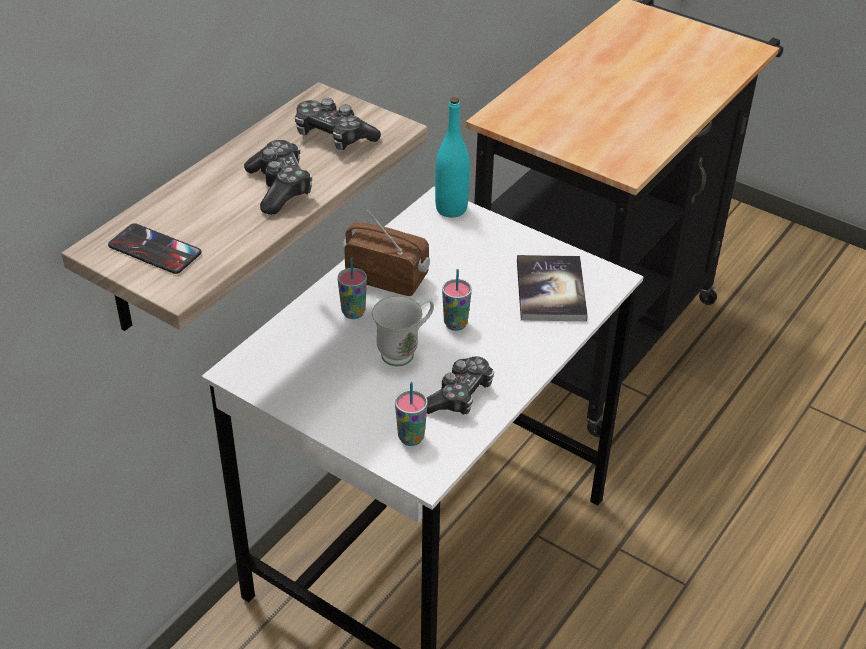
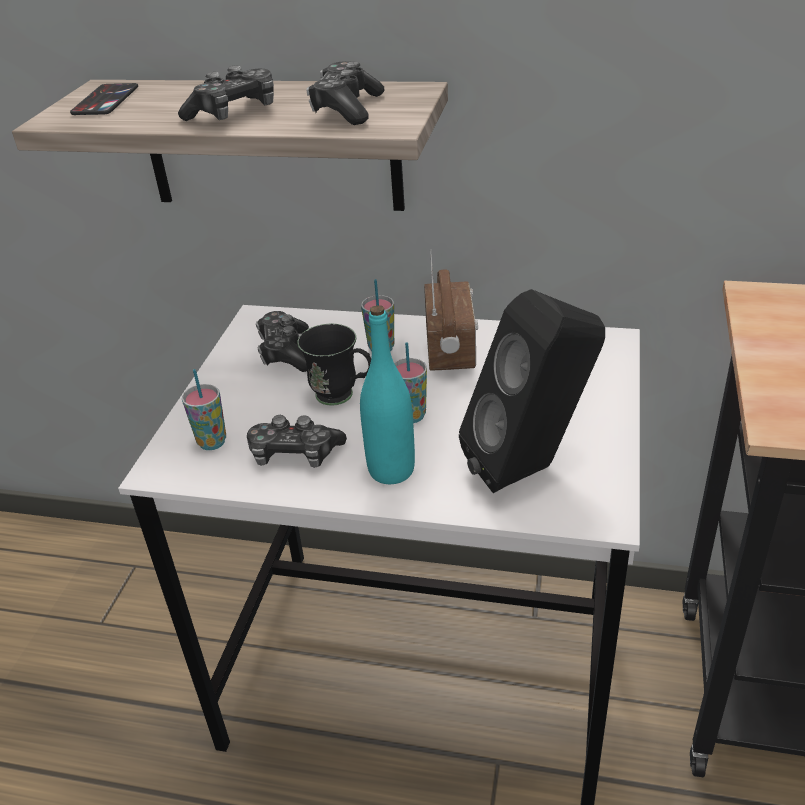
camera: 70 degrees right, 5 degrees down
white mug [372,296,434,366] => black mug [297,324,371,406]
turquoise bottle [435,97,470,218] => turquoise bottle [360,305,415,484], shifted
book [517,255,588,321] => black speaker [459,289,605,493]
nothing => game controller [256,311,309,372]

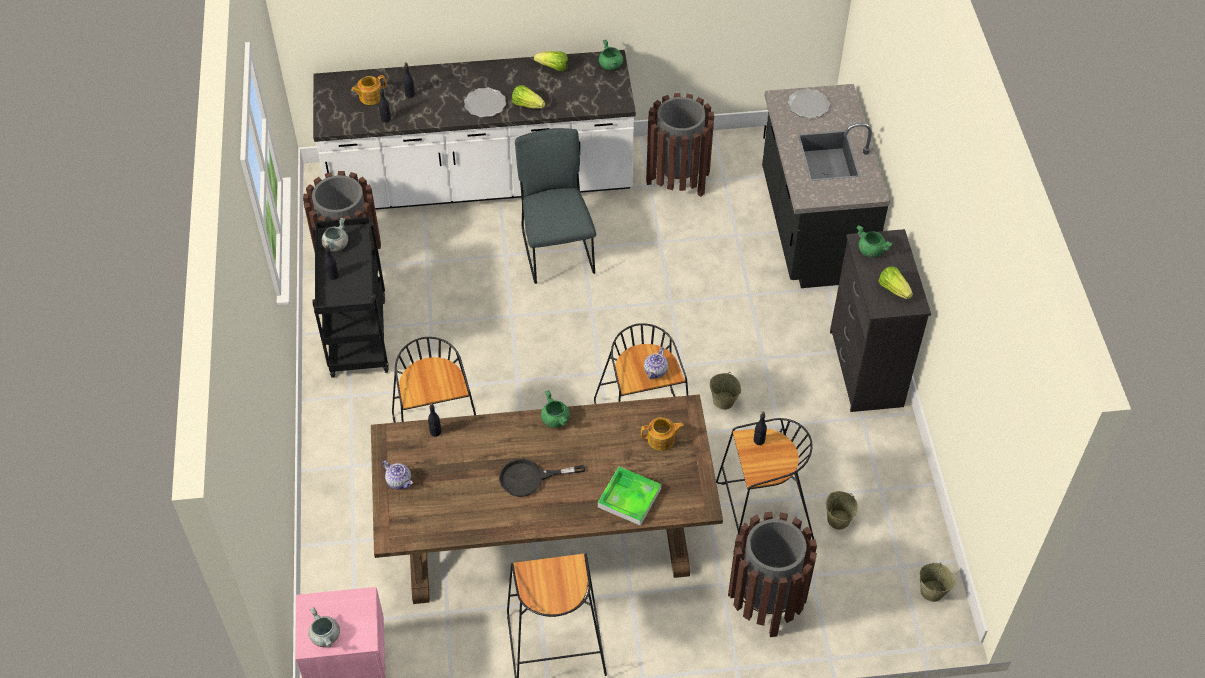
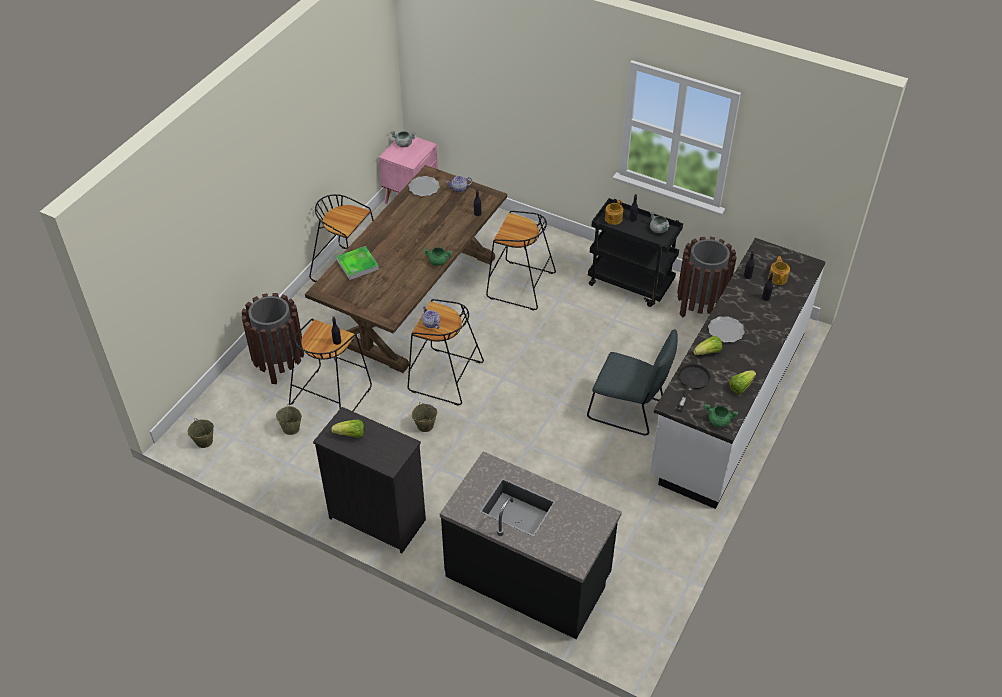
camera: 125 degrees right, 5 degrees down
black frying pan [499,459,585,497] => black frying pan [676,364,711,412], shifted
teapot [641,417,684,451] => teapot [605,200,623,225], shifted
brown trash can [646,93,714,197] => nothing
plate [787,88,830,118] => plate [408,176,440,196], shifted
green cooking pot [856,225,892,257] => nothing

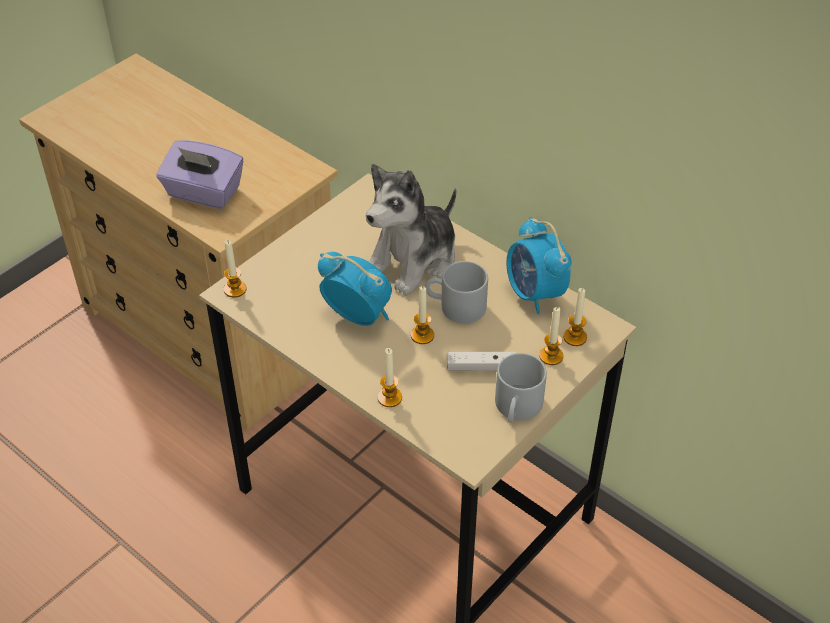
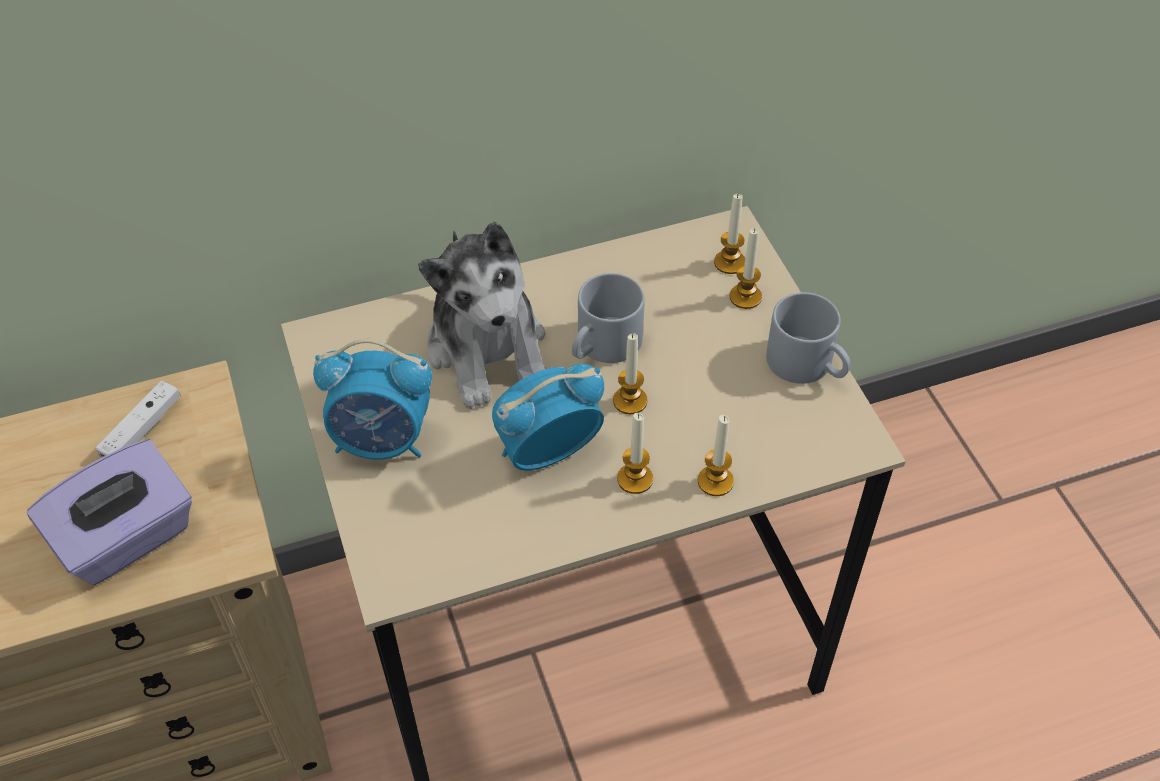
camera: 60 degrees left, 5 degrees up
candle [224,240,247,298] => candle [617,413,653,494], shifted
white game controller [447,352,516,371] => white game controller [95,381,181,458], shifted
alarm clock [506,216,572,314] => alarm clock [313,339,432,460], shifted

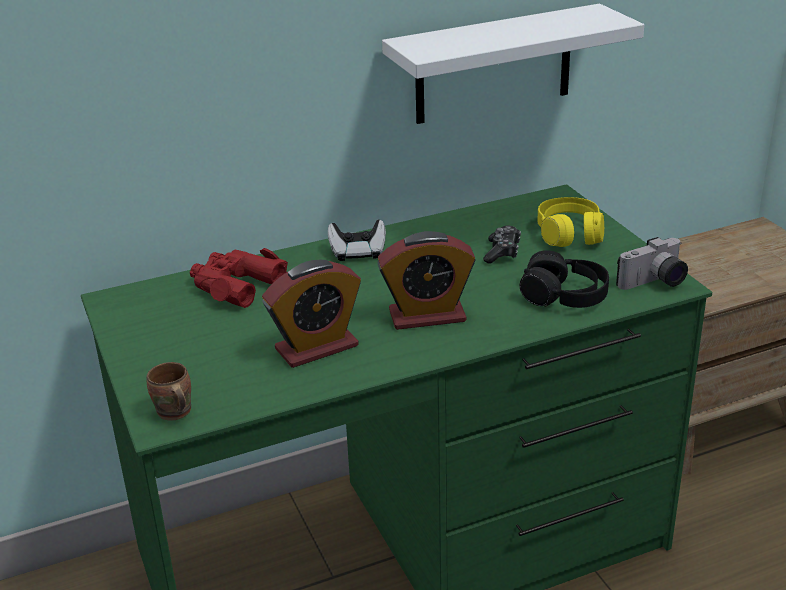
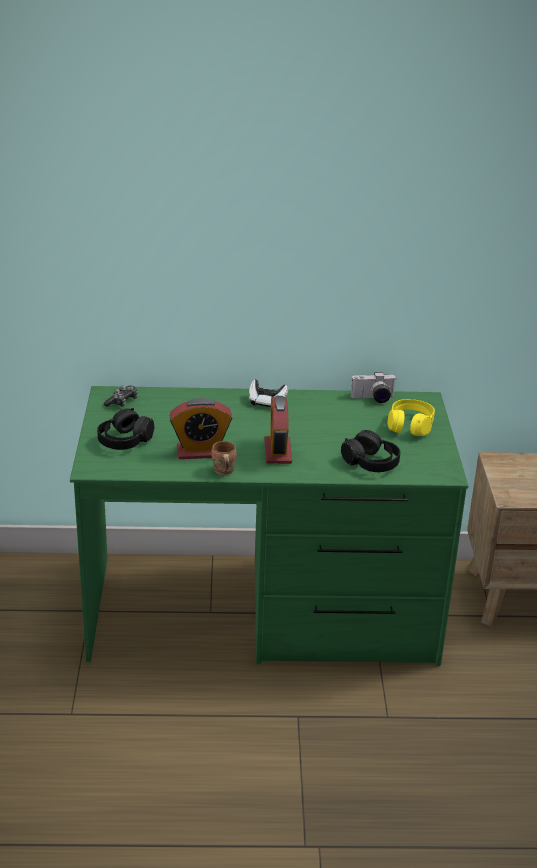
camera: 20 degrees right, 0 degrees up
brown mug [146,362,191,421] => brown mug [211,441,237,475], shifted
red binoculars [190,248,288,308] => nothing
alarm clock [377,231,475,330] => alarm clock [265,396,292,464], 75 degrees clockwise
white shelf [382,4,644,124] => nothing
game controller [483,226,521,264] => game controller [104,386,138,407], shifted
photo camera [616,237,688,290] => photo camera [350,372,397,403], shifted
nothing => black headphones [97,408,154,450]

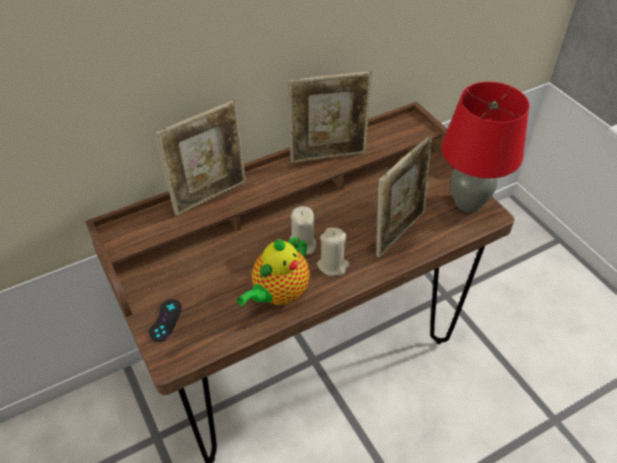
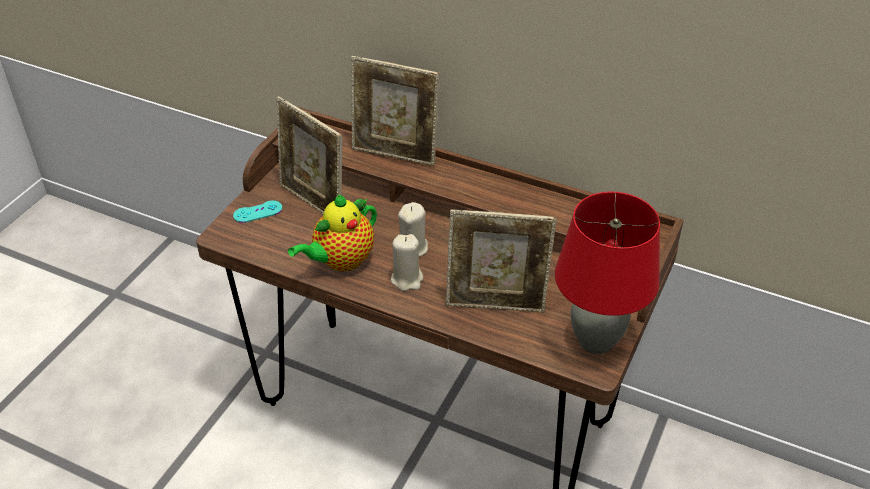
camera: 55 degrees right, 5 degrees down
black game controller [149,299,182,342] => turquoise game controller [233,201,282,223]
teapot [237,235,310,306] => teapot [288,194,377,272], 45 degrees counterclockwise
picture frame [289,71,372,163] => picture frame [277,96,343,214], shifted

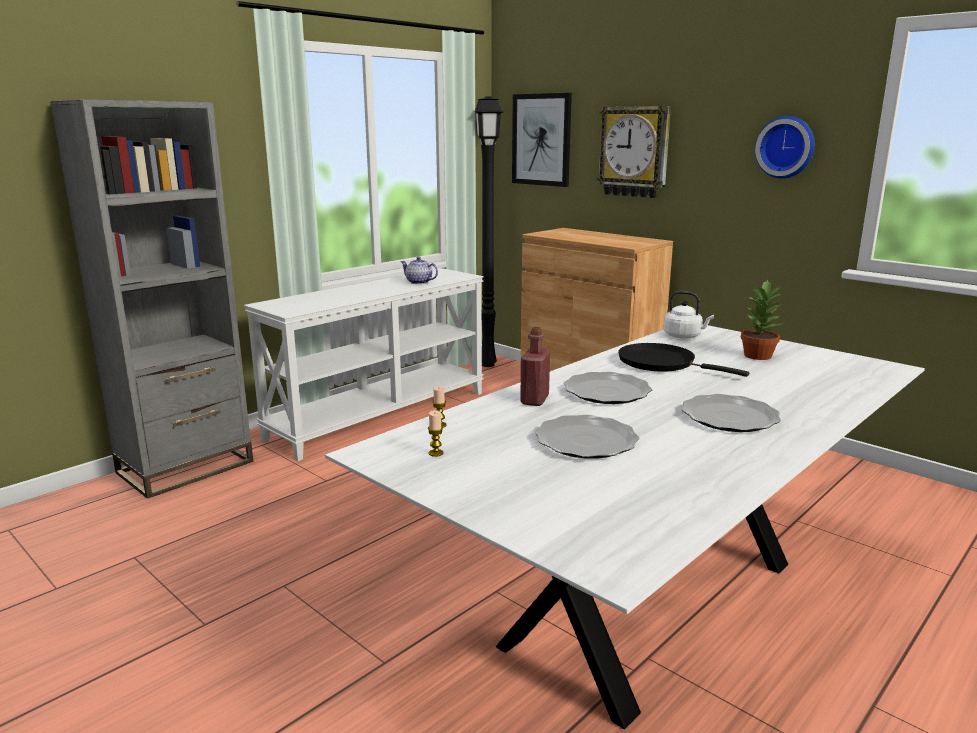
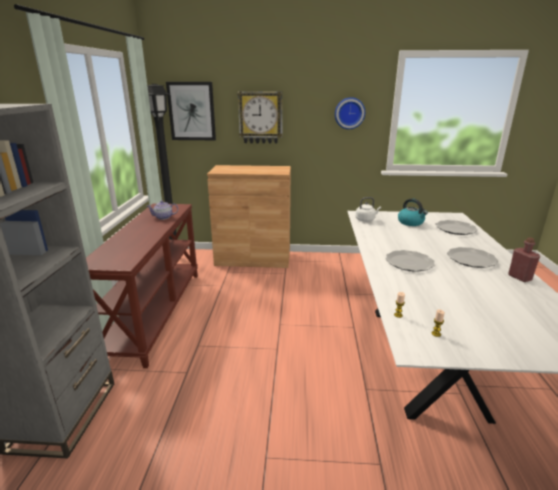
camera: 40 degrees left, 5 degrees up
white console table [244,268,484,461] => brown console table [86,204,198,368]
red bottle [520,327,550,406] => red bottle [508,237,540,282], shifted
plate [535,415,639,459] => plate [436,220,478,235], shifted
black frying pan [618,343,749,377] => nothing
potted plant [741,280,781,360] => kettle [398,198,428,226]

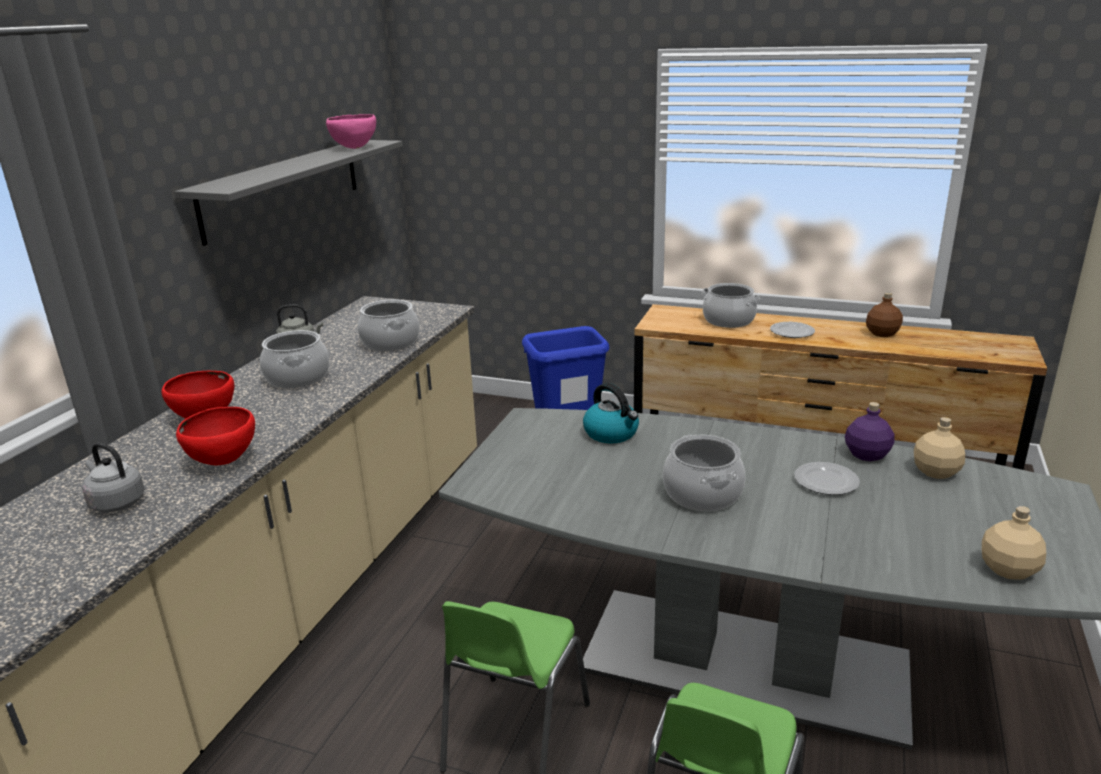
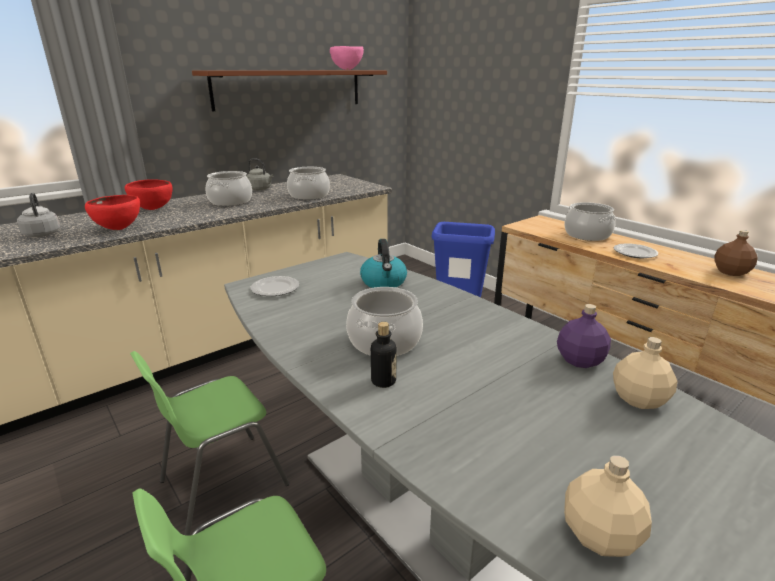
camera: 30 degrees right, 0 degrees up
grey shelf [174,140,403,246] => brown shelf [192,70,387,111]
plate [794,462,860,495] => plate [250,276,299,296], shifted
nothing => bottle [371,322,397,388]

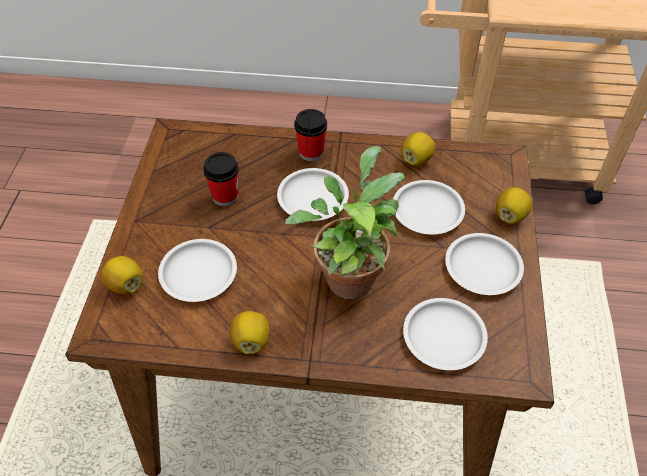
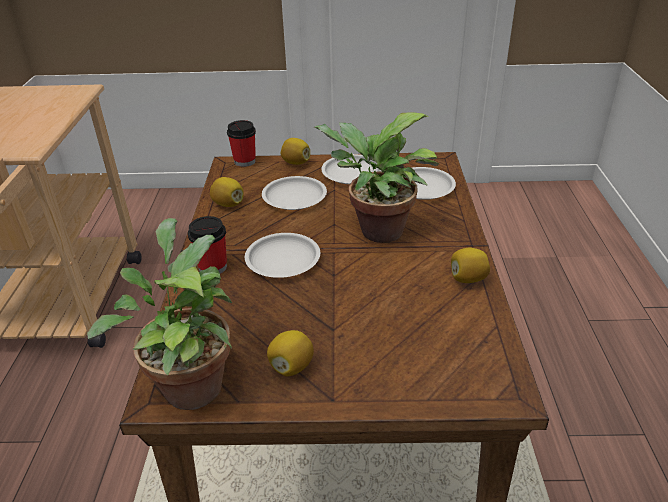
camera: 95 degrees left, 15 degrees down
lemon [101,256,142,294] => lemon [267,330,314,376], shifted
white plate [158,239,237,302] => nothing
cup [203,152,239,206] => cup [227,120,256,167], shifted
nothing => potted plant [87,218,232,410]

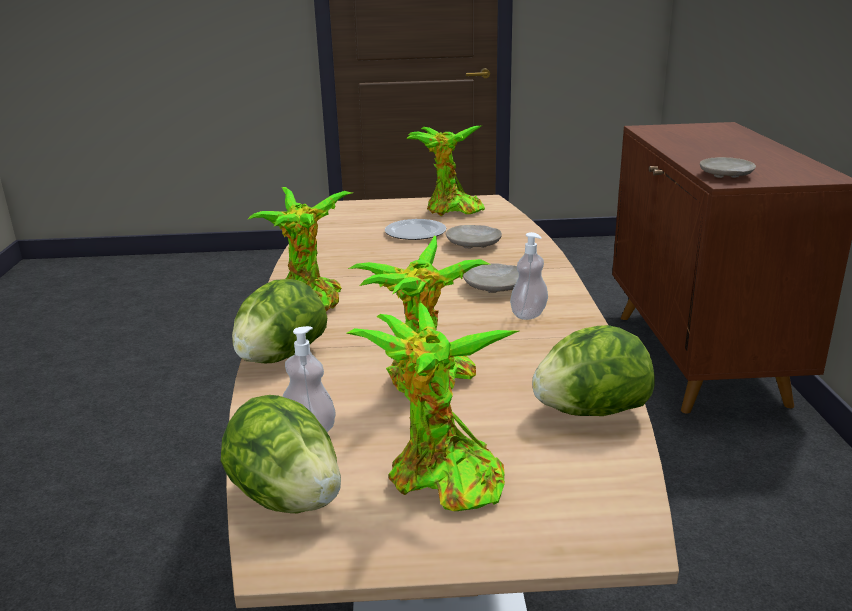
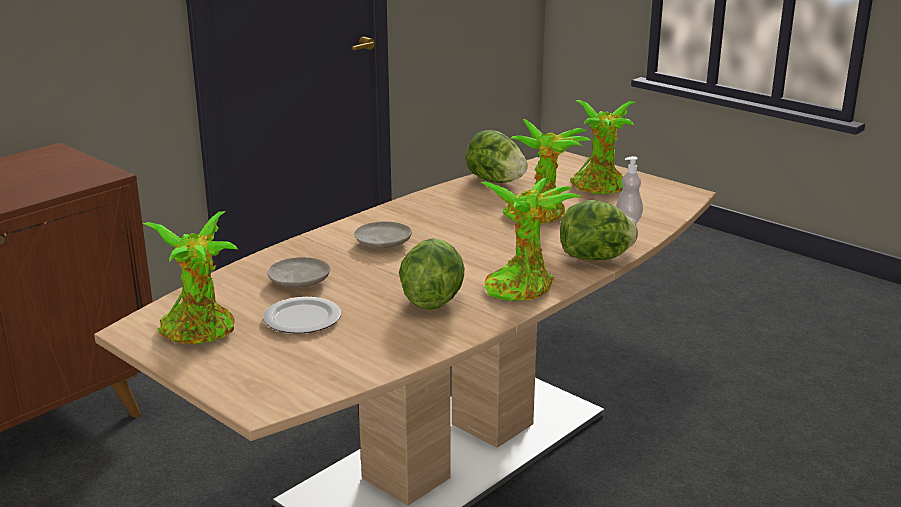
camera: 135 degrees left, 0 degrees up
lettuce [221,395,341,513] => lettuce [399,238,465,310], shifted
soap dispenser [510,232,548,320] => nothing
beige plate [700,157,756,178] => nothing

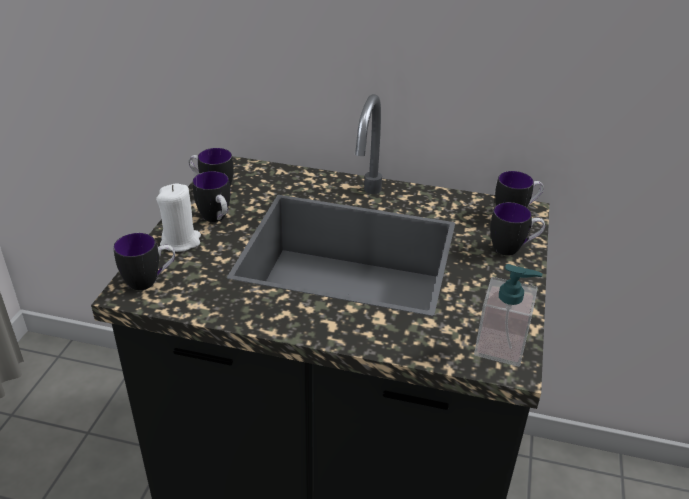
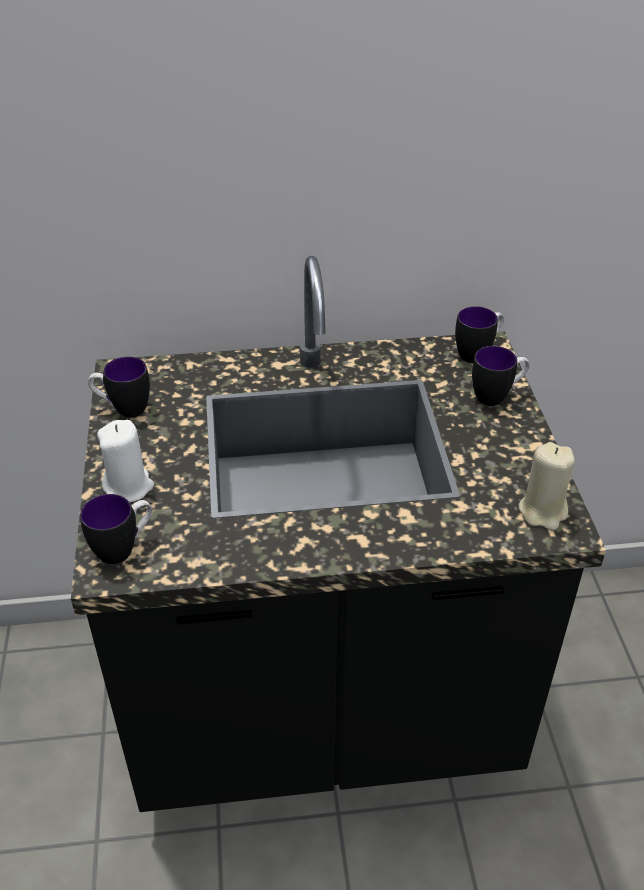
camera: 20 degrees left, 5 degrees up
mug [193,171,230,222] => nothing
soap dispenser [474,264,543,367] => beige candle [519,442,575,530]

